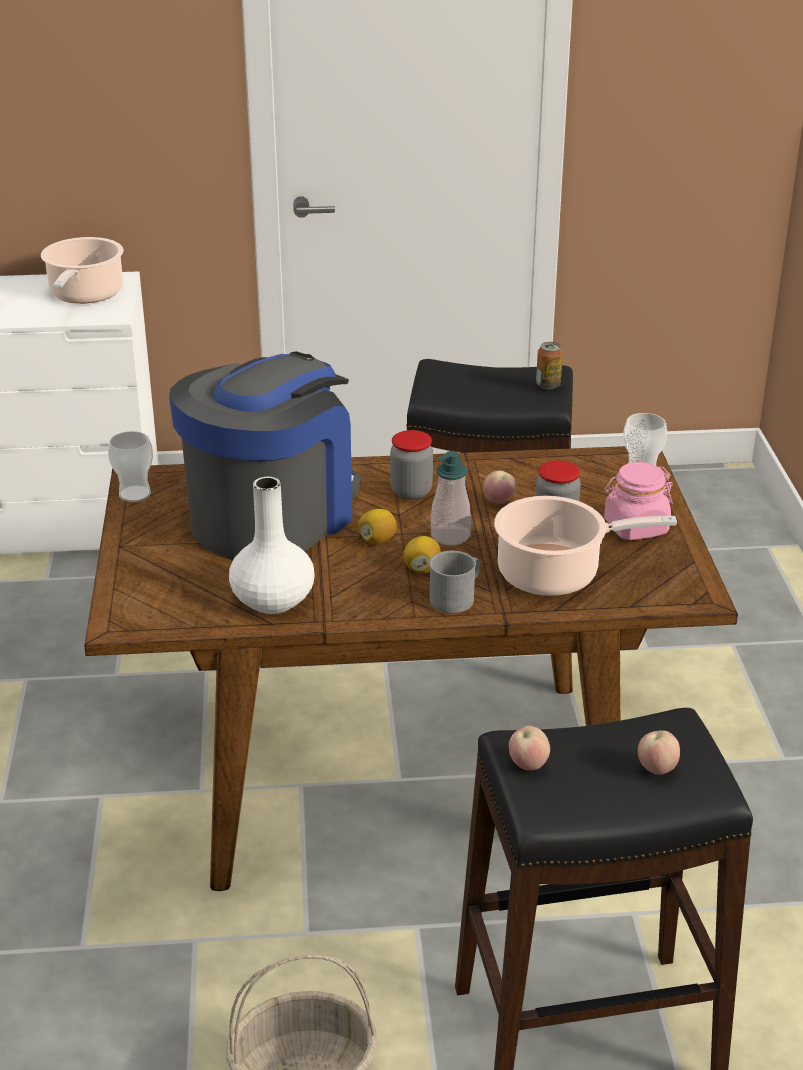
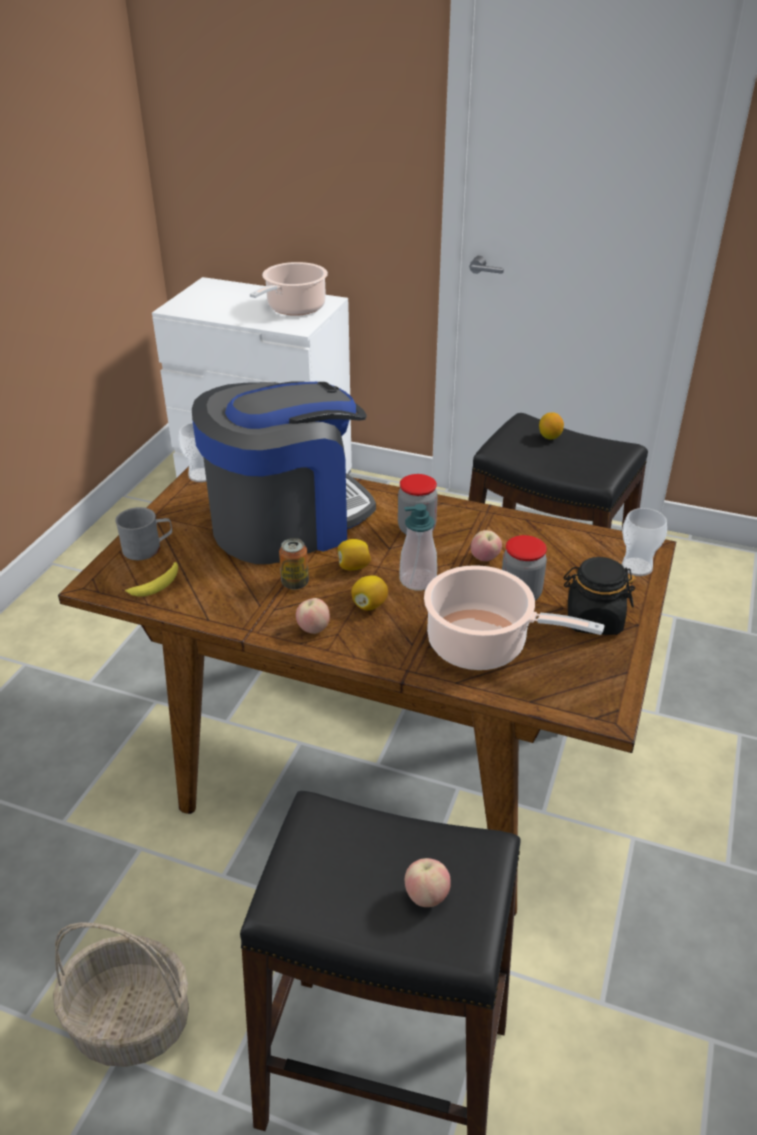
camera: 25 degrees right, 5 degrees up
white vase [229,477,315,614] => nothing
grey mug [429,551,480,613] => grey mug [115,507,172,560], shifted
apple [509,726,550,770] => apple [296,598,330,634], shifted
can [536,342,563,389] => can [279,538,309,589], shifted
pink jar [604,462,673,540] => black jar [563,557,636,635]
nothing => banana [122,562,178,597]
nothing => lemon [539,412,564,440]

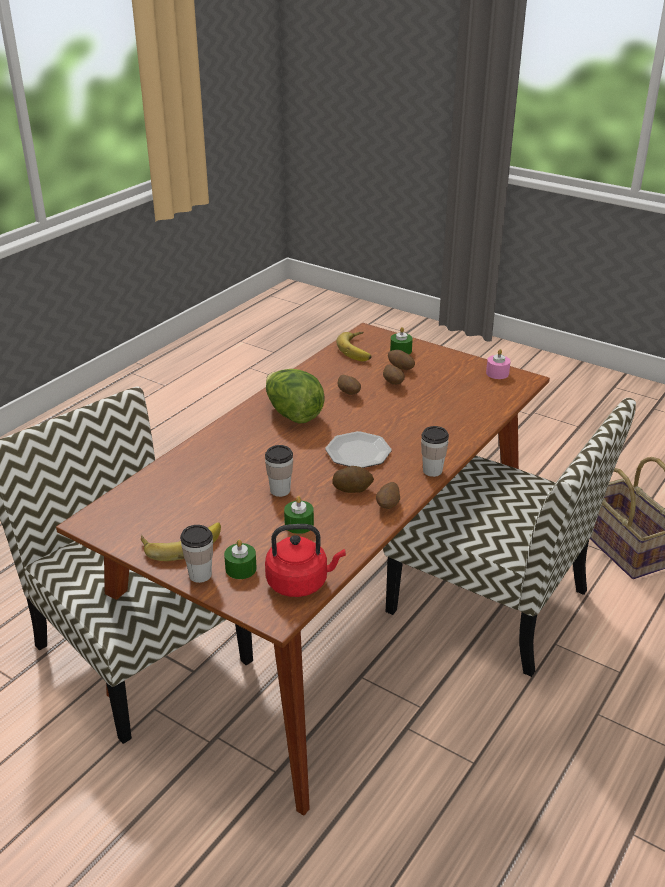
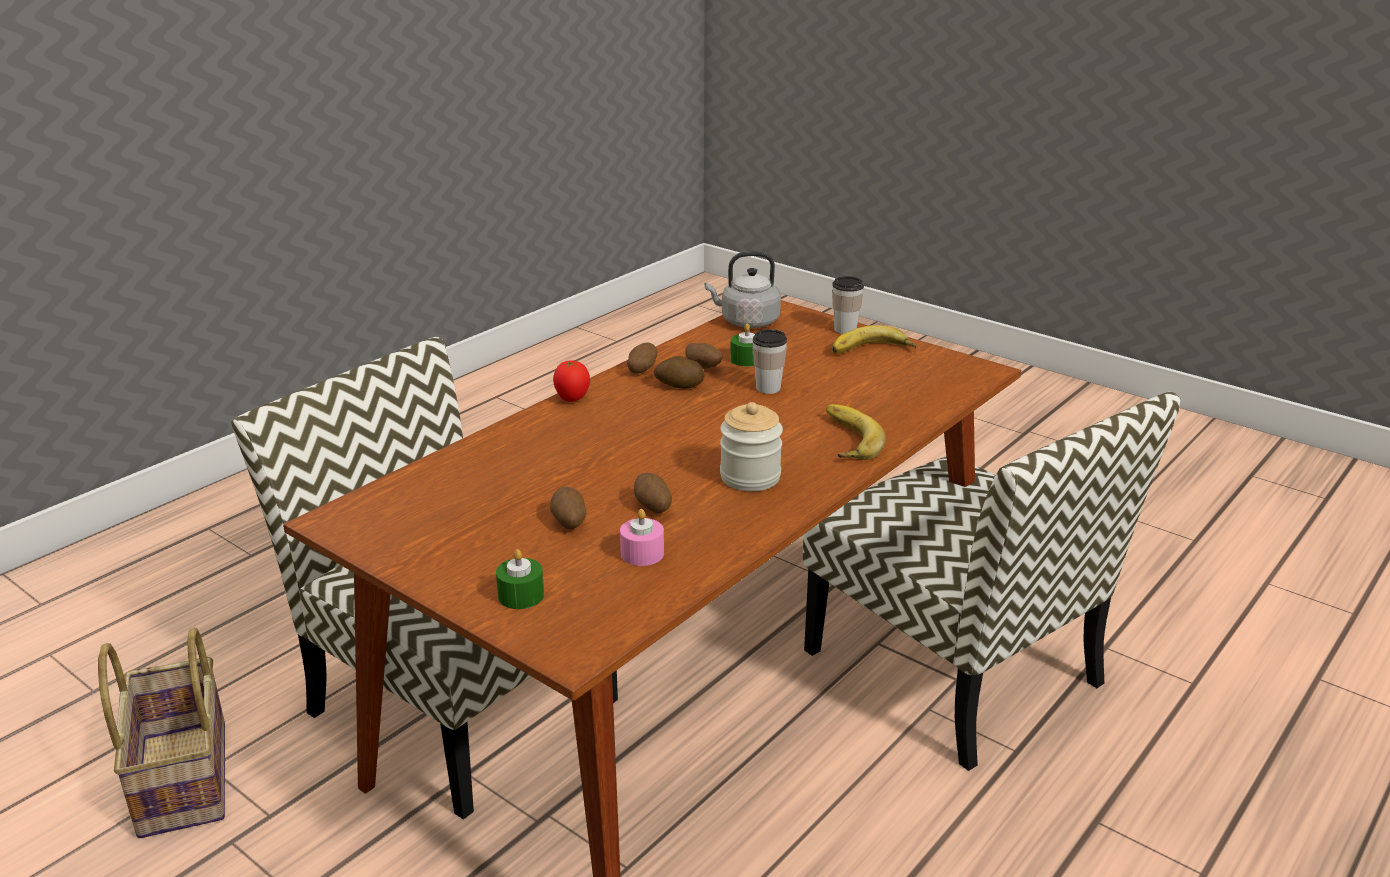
camera: 175 degrees left, 5 degrees down
green candle [224,540,257,579] => nothing
red kettle [265,524,346,597] => grey kettle [705,251,781,328]
lettuce [266,369,324,424] => jar [720,402,783,491]
plate [325,431,392,468] => nothing
banana [336,332,372,362] => banana [826,404,885,460], shifted
potato [388,350,415,370] => potato [685,343,722,369], shifted
cup [421,426,449,477] => tomato [553,360,590,402]
pink candle [486,349,511,379] => pink candle [620,509,664,566], shifted

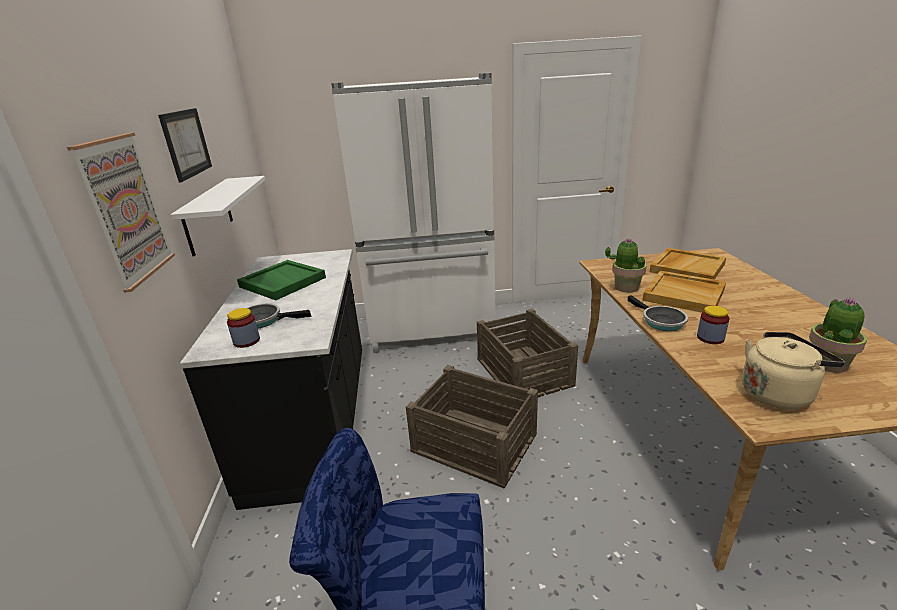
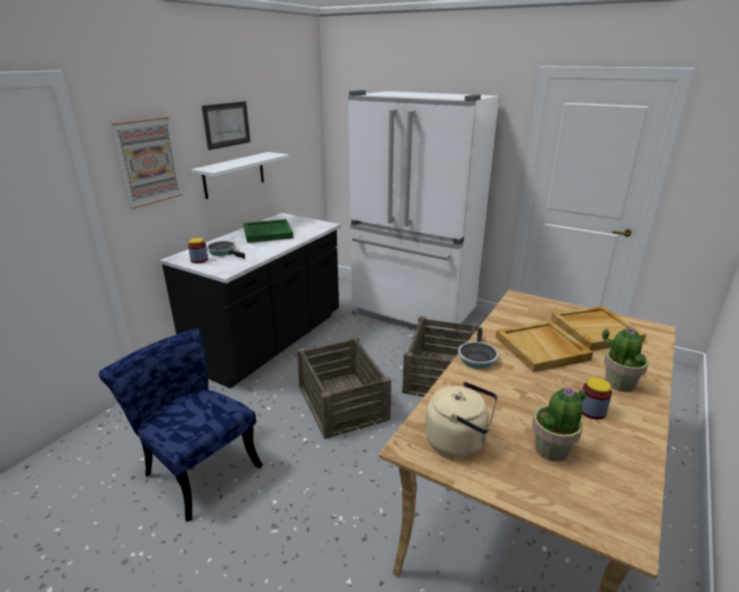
camera: 35 degrees right, 0 degrees up
potted plant [605,239,647,293] => potted plant [602,327,649,392], shifted
jar [697,306,729,344] => jar [582,377,612,419], shifted

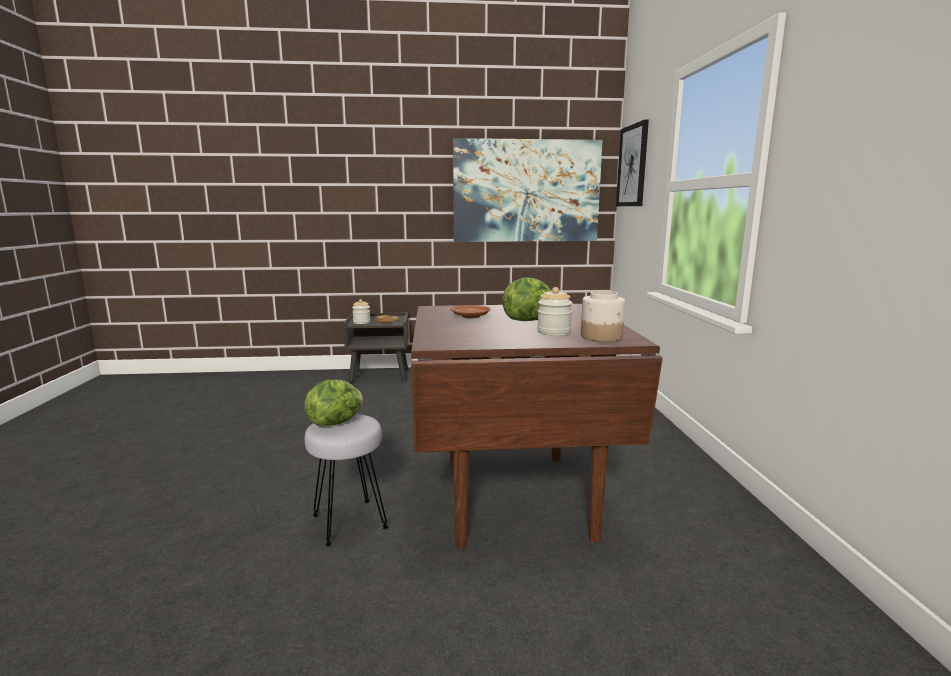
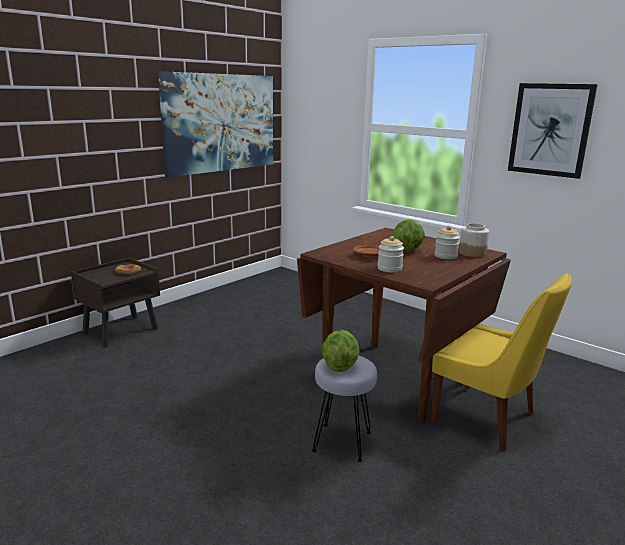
camera: 45 degrees left, 5 degrees up
jar [352,299,371,324] => jar [377,236,404,272], shifted
picture [616,119,649,206] => picture [508,83,598,179], shifted
nothing => yellow chair [431,273,572,451]

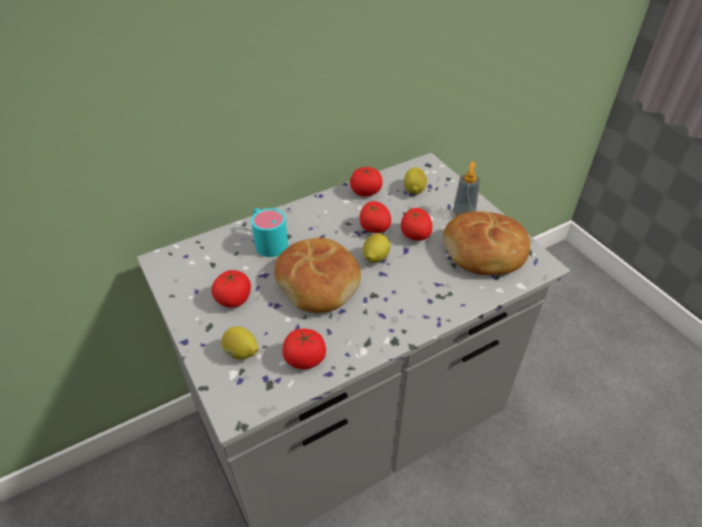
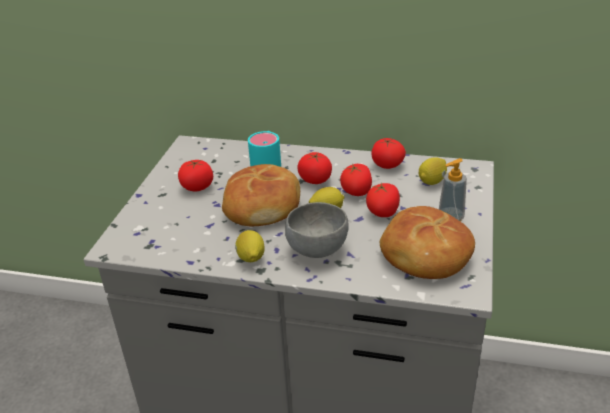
camera: 45 degrees right, 10 degrees down
lemon [221,326,258,360] => lemon [235,230,265,262], shifted
tomato [283,329,326,369] => tomato [297,152,332,184], shifted
nothing => grey bowl [285,202,349,258]

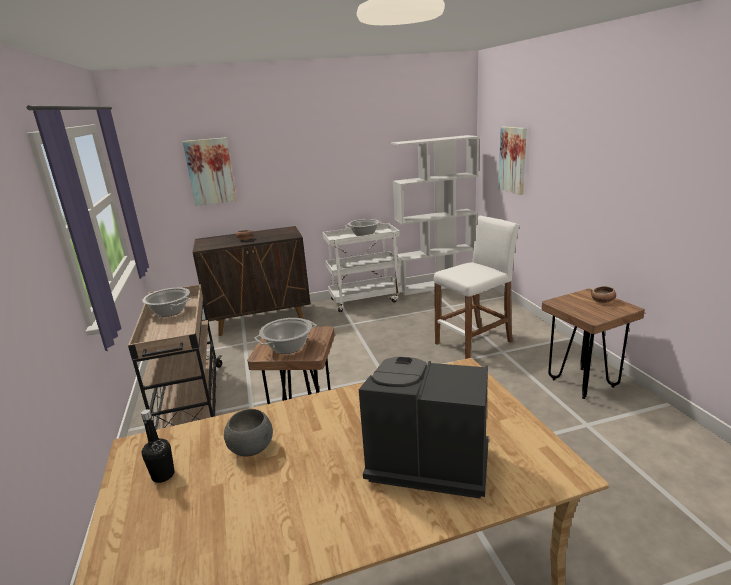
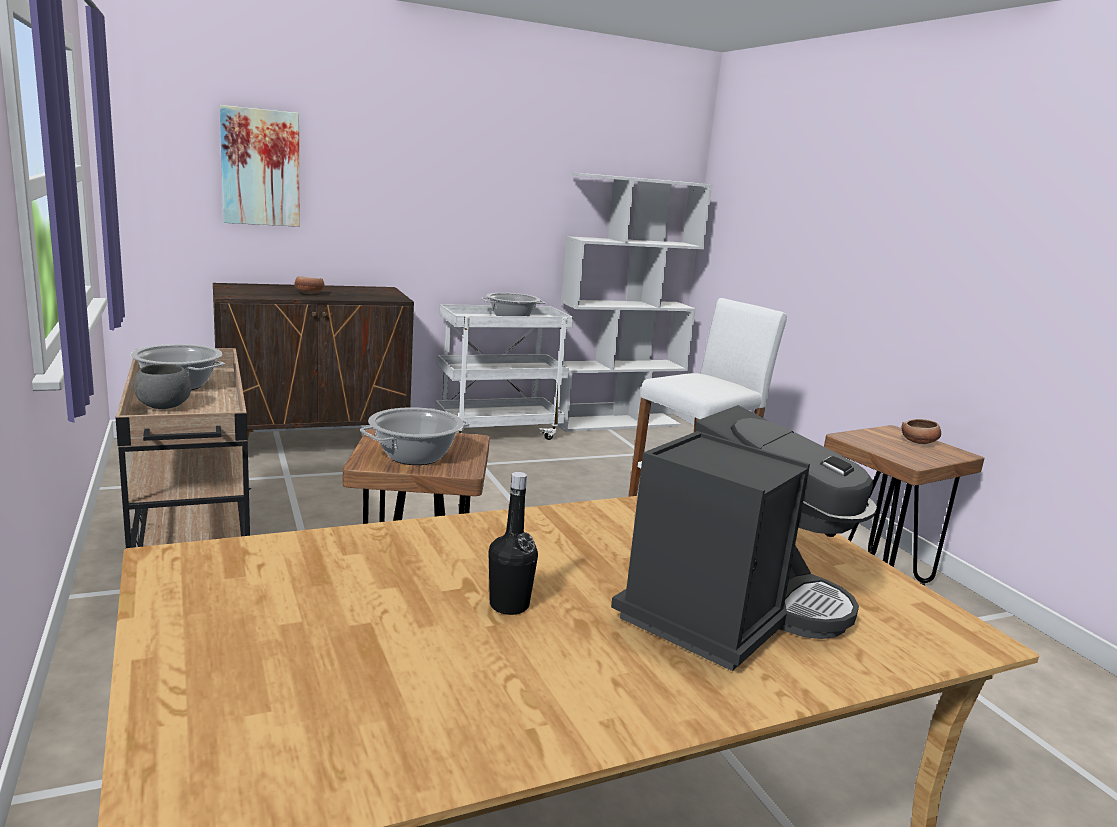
camera: 10 degrees left, 5 degrees down
black bottle [141,409,175,483] => black bottle [488,472,538,615], shifted
grey bowl [224,409,273,456] => grey bowl [133,364,191,409], shifted
coffee machine [359,357,489,499] => coffee machine [611,405,877,671], 120 degrees clockwise
picture [498,127,527,195] => nothing

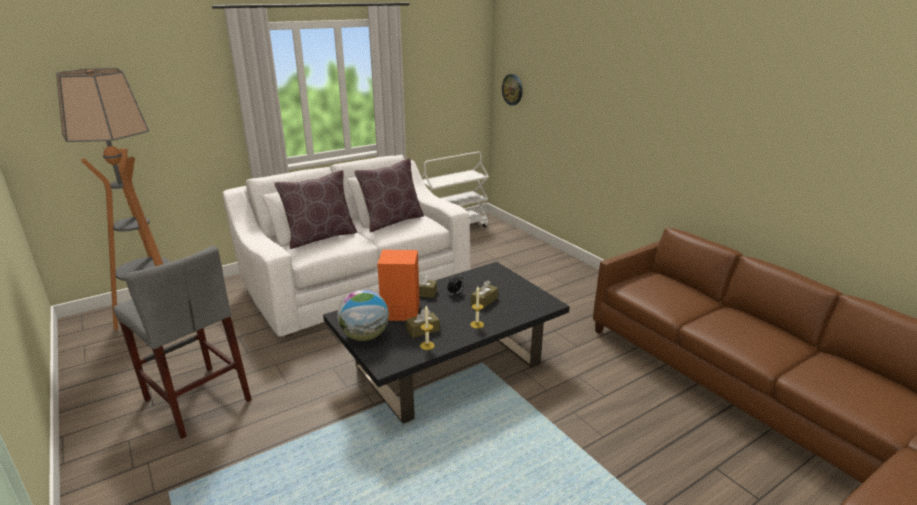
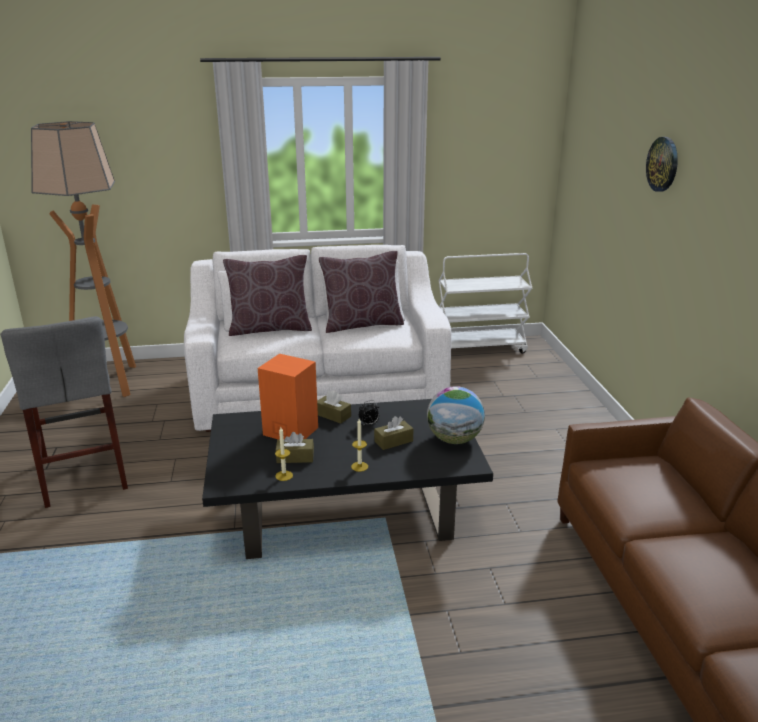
camera: 25 degrees right, 0 degrees up
globe [337,290,389,341] => globe [427,386,485,444], shifted
wall clock [502,74,523,106] => wall clock [646,137,678,192], shifted

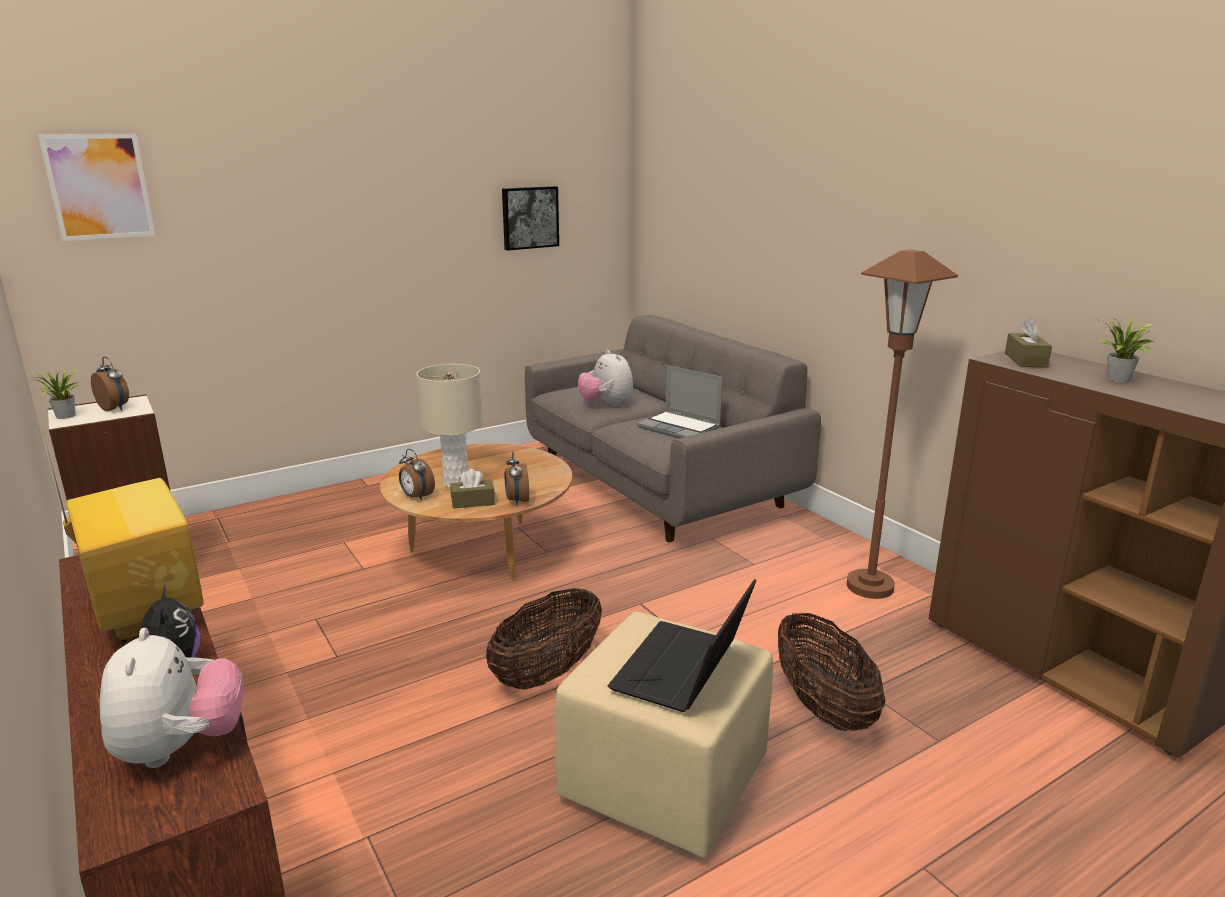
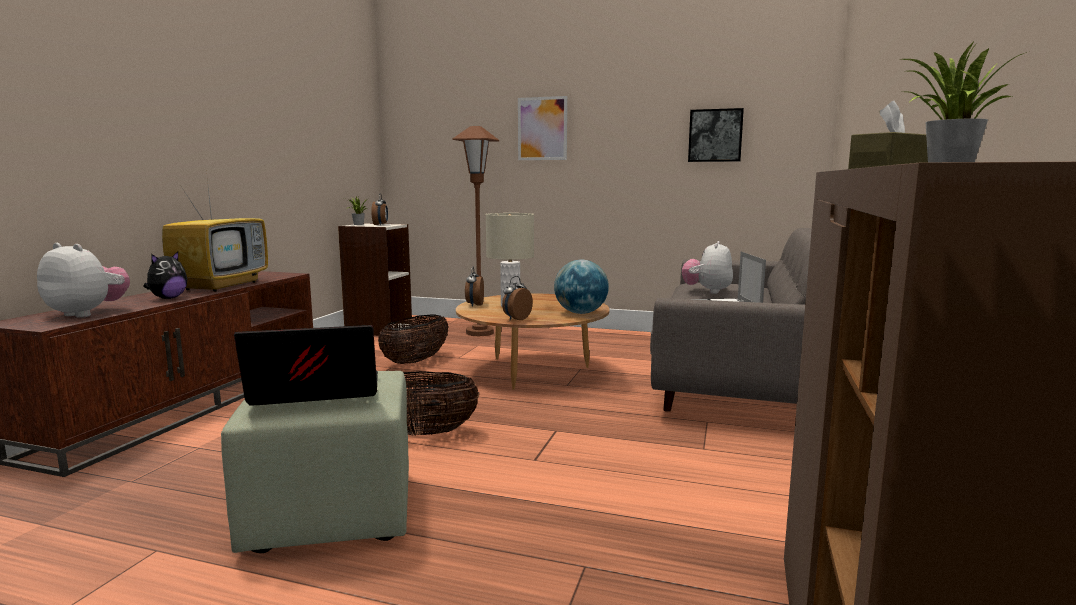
camera: 50 degrees right, 10 degrees down
picture [38,134,155,241] => picture [518,96,567,160], shifted
plush toy [100,628,243,768] => plush toy [37,243,130,318], 105 degrees counterclockwise
brown tissue box [451,469,495,509] => nothing
beige ottoman [554,611,773,858] => green ottoman [221,371,409,553]
basket [778,612,886,731] => basket [378,314,449,364], shifted
brown floor lamp [847,249,958,599] => brown floor lamp [452,126,500,336], shifted
nothing => globe [554,260,609,314]

